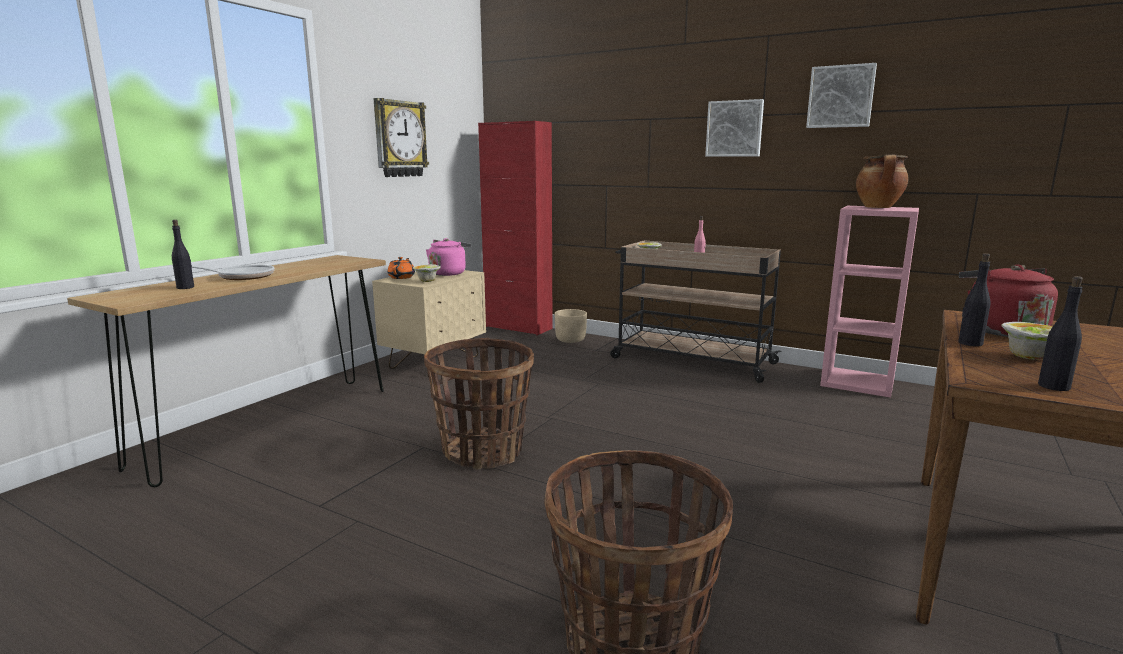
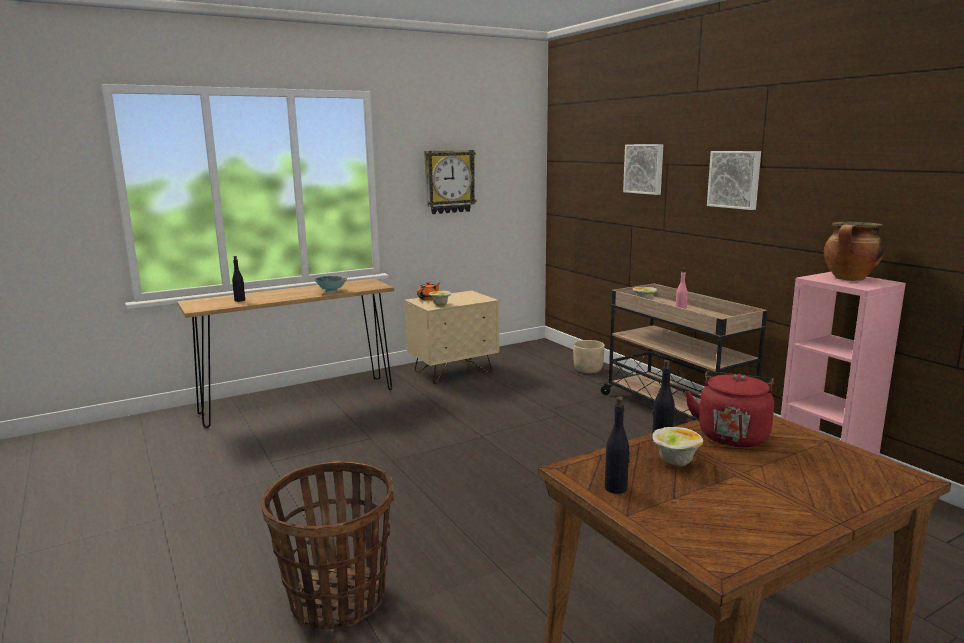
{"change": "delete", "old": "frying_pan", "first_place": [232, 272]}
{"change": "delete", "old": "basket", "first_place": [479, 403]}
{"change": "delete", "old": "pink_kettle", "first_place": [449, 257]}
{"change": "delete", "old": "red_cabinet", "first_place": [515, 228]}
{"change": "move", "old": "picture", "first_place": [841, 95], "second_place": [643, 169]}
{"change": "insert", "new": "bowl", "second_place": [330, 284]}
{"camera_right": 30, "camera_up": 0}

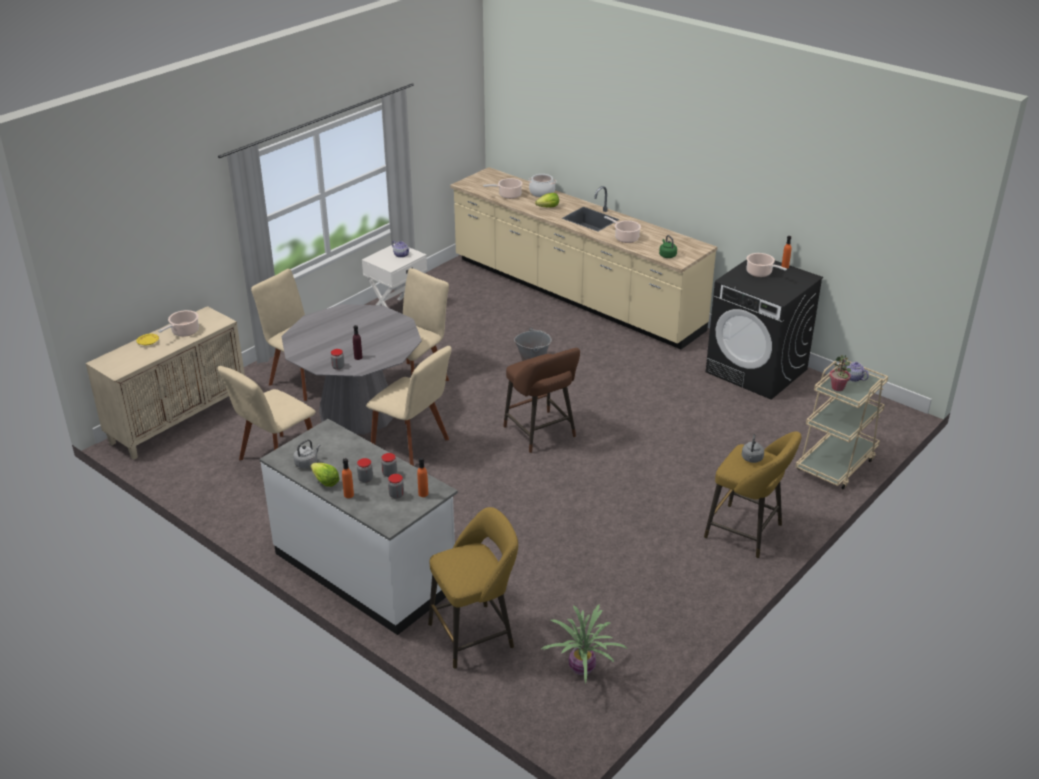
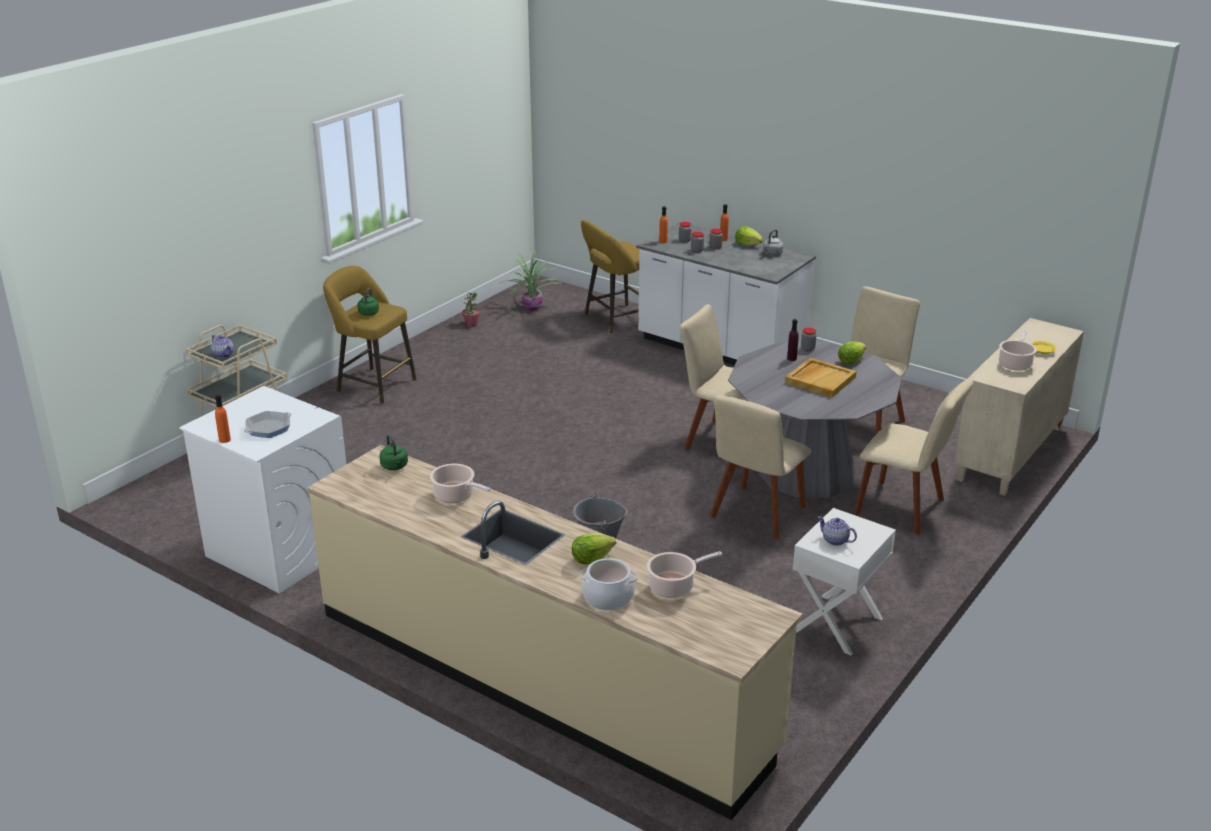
{"change": "delete", "old": "brown_stool", "first_place": [541, 400]}
{"change": "recolor", "old": "black_washing_machine", "new": "white_washing_machine", "first_place": [764, 329], "second_place": [263, 490]}
{"change": "recolor", "old": "grey_kettle", "new": "green_kettle", "first_place": [753, 448], "second_place": [368, 302]}
{"change": "replace", "old": "cooking_pot", "new": "frying_pan", "first_place": [766, 265], "second_place": [267, 424]}
{"change": "move", "old": "potted_plant", "first_place": [840, 373], "second_place": [471, 309]}
{"change": "insert", "new": "beige_tray", "second_place": [821, 377]}
{"change": "insert", "new": "lettuce", "second_place": [852, 353]}
{"camera_right": 175, "camera_up": -5}

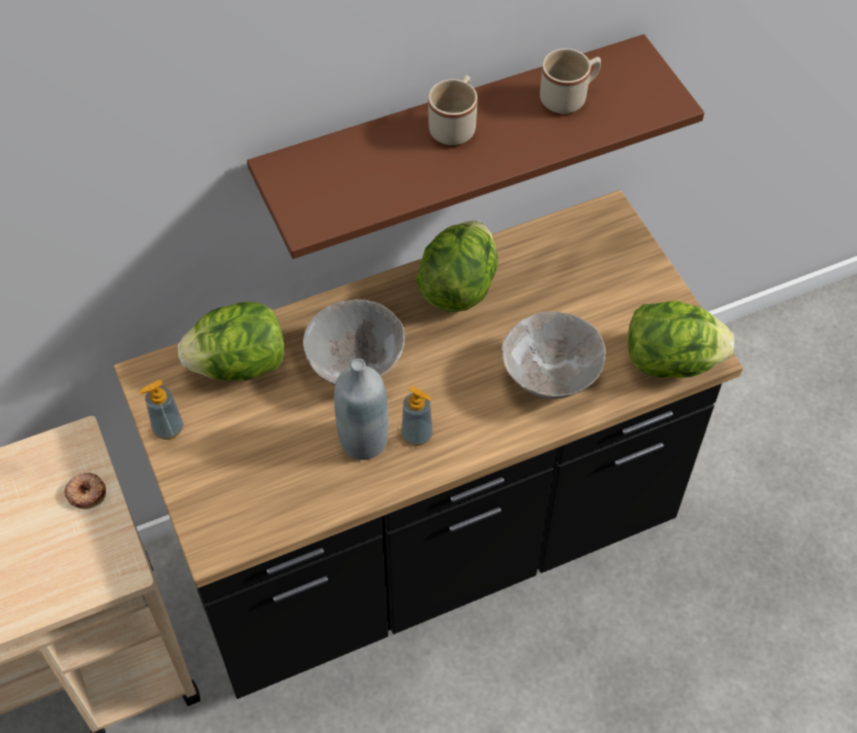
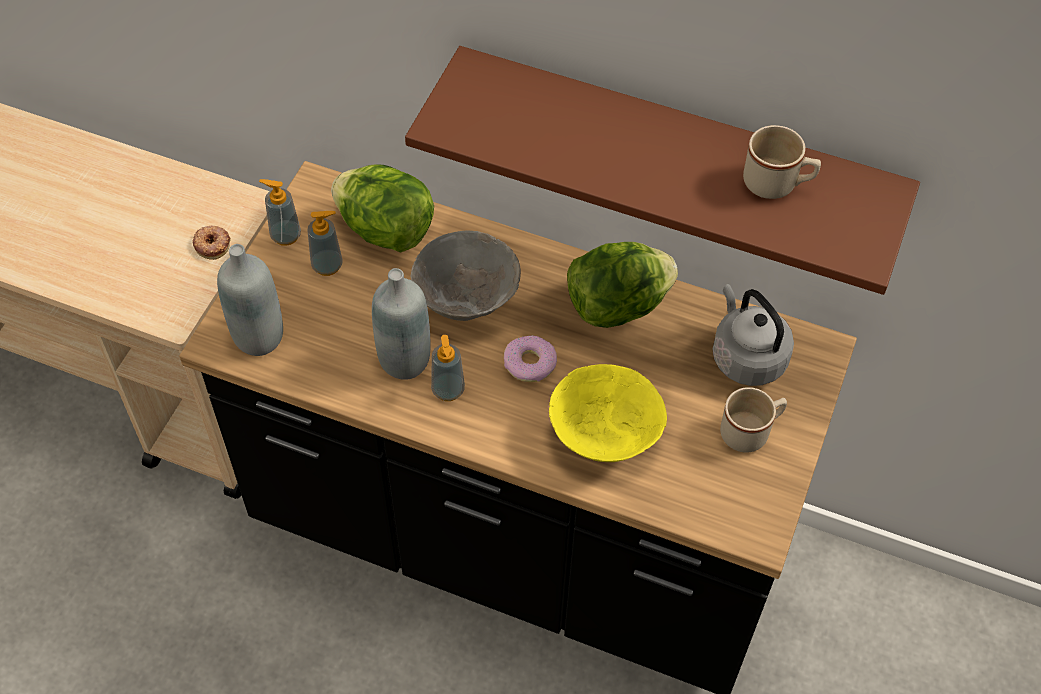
{"change": "move", "old": "beige_mug", "first_place": [452, 110], "second_place": [753, 420]}
{"change": "recolor", "old": "grey_bowl", "new": "yellow_bowl", "first_place": [553, 355], "second_place": [608, 413]}
{"change": "delete", "old": "lettuce", "first_place": [681, 339]}
{"change": "insert", "new": "grey_bottle", "second_place": [250, 300]}
{"change": "insert", "new": "soap_dispenser", "second_place": [325, 243]}
{"change": "insert", "new": "donut", "second_place": [530, 358]}
{"change": "insert", "new": "grey_kettle", "second_place": [753, 335]}
{"camera_right": 45, "camera_up": 0}

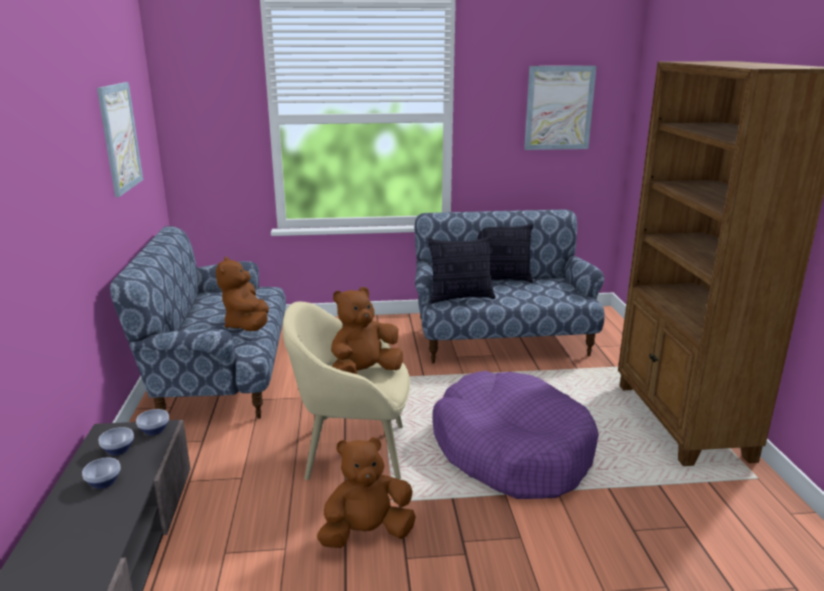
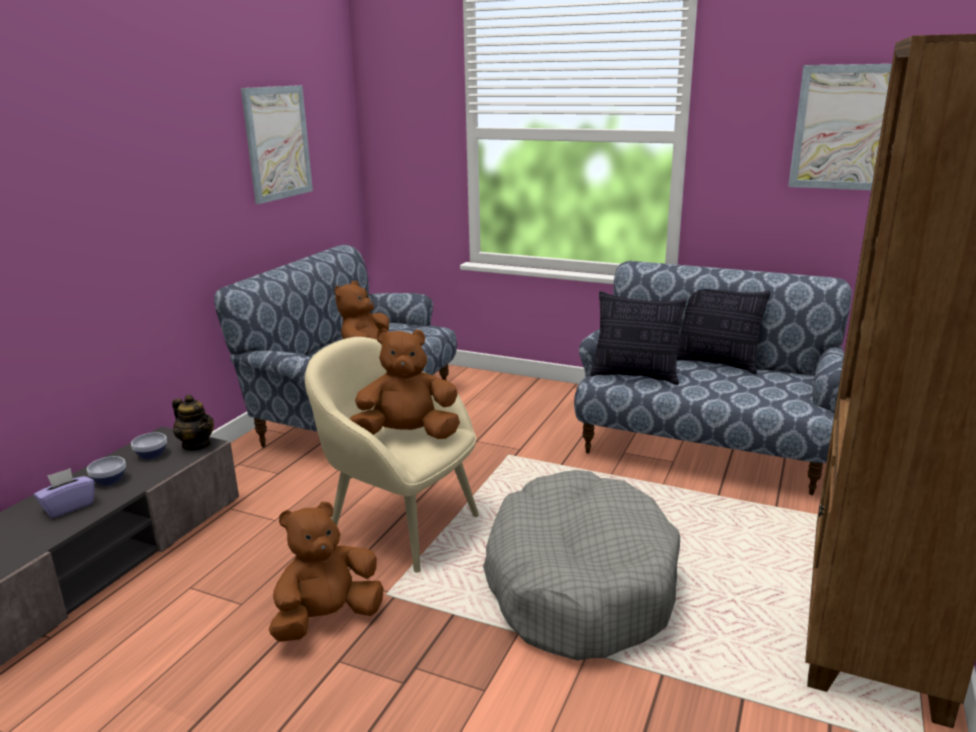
{"change": "replace", "old": "bowl", "new": "teapot", "first_place": [152, 422], "second_place": [193, 422]}
{"change": "rotate", "old": "brown_plush_toy", "first_place": [366, 492], "second_place": [326, 572], "degrees": -45}
{"change": "recolor", "old": "purple_dog_bed", "new": "grey_dog_bed", "first_place": [516, 435], "second_place": [581, 565]}
{"change": "insert", "new": "purple_tissue_box", "second_place": [64, 493]}
{"camera_right": 30, "camera_up": 0}

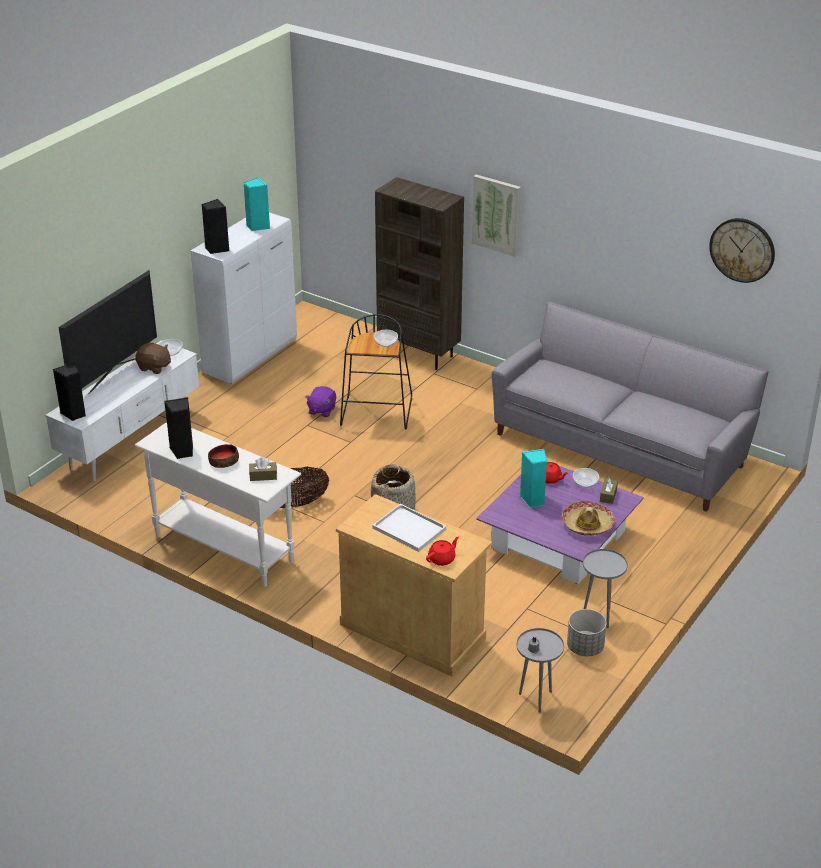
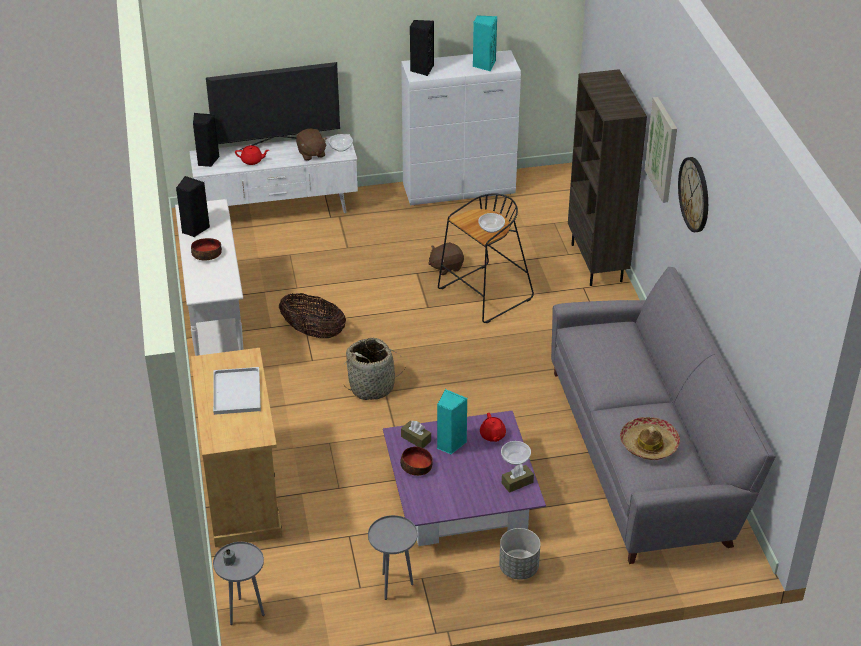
{"change": "move", "old": "brown_tissue_box", "first_place": [263, 469], "second_place": [416, 434]}
{"change": "recolor", "old": "purple_plush_toy", "new": "brown_plush_toy", "first_place": [320, 401], "second_place": [446, 258]}
{"change": "move", "old": "red_teapot", "first_place": [442, 551], "second_place": [252, 155]}
{"change": "move", "old": "hat", "first_place": [588, 518], "second_place": [650, 438]}
{"change": "move", "old": "grey_planter", "first_place": [587, 632], "second_place": [520, 554]}
{"change": "move", "old": "wall_clock", "first_place": [742, 250], "second_place": [693, 194]}
{"change": "insert", "new": "bowl", "second_place": [416, 461]}
{"camera_right": 45, "camera_up": 5}

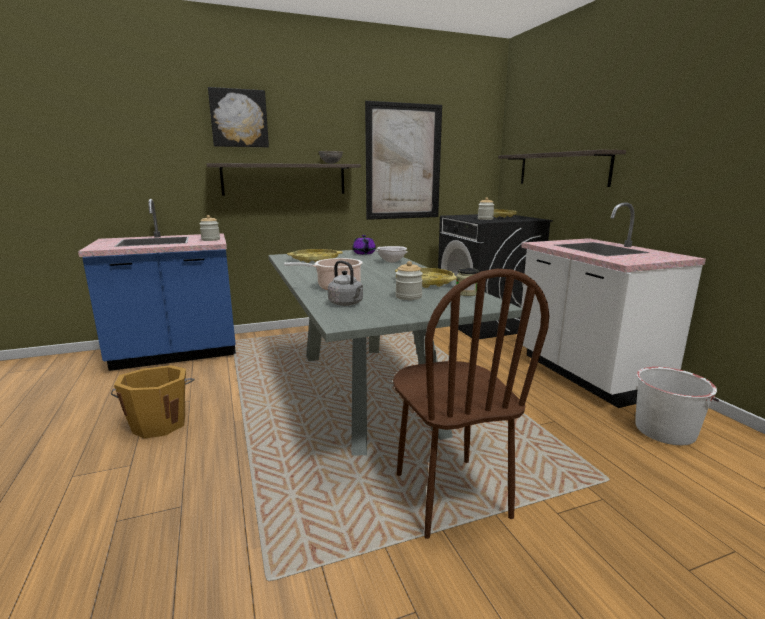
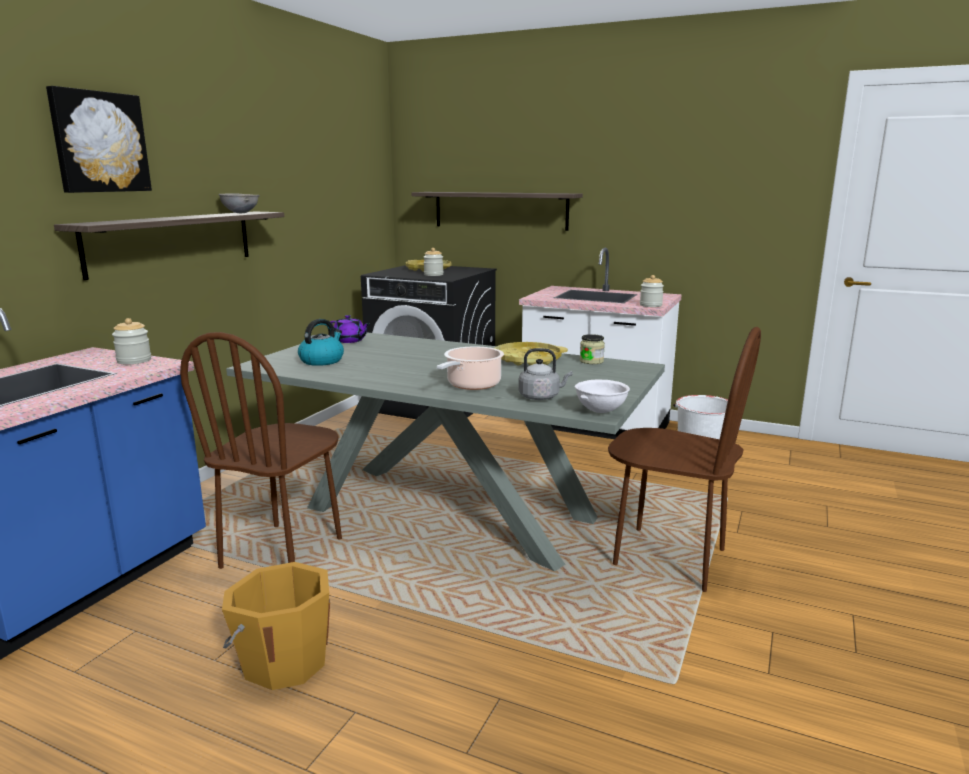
{"change": "replace", "old": "yellow_tray", "new": "kettle", "first_place": [315, 256], "second_place": [321, 342]}
{"change": "delete", "old": "picture", "first_place": [403, 160]}
{"change": "move", "old": "white_bowl", "first_place": [392, 254], "second_place": [602, 396]}
{"change": "move", "old": "jar", "first_place": [409, 280], "second_place": [652, 291]}
{"change": "insert", "new": "brown_chair", "second_place": [261, 450]}
{"camera_right": -45, "camera_up": 0}

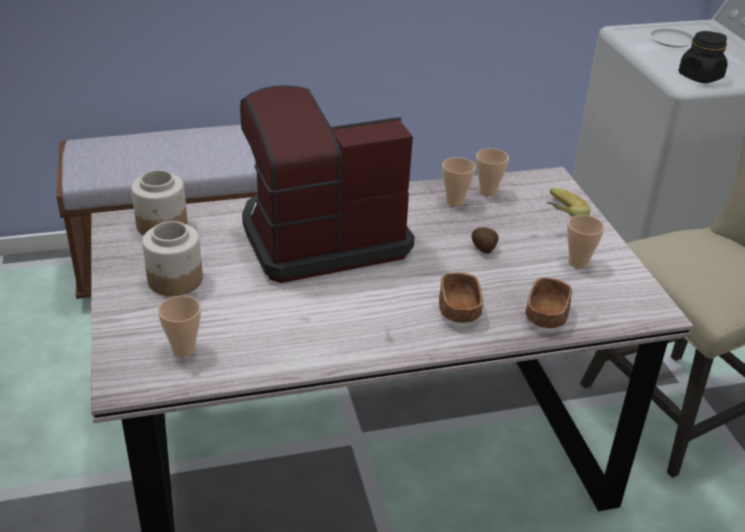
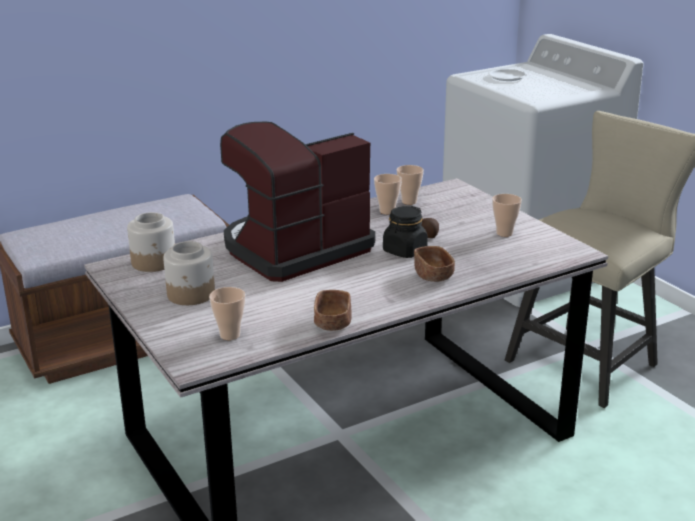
{"change": "move", "old": "brown_bowl", "first_place": [548, 302], "second_place": [333, 310]}
{"change": "delete", "old": "banana", "first_place": [569, 202]}
{"change": "move", "old": "black_jar", "first_place": [703, 57], "second_place": [405, 232]}
{"camera_right": -15, "camera_up": -10}

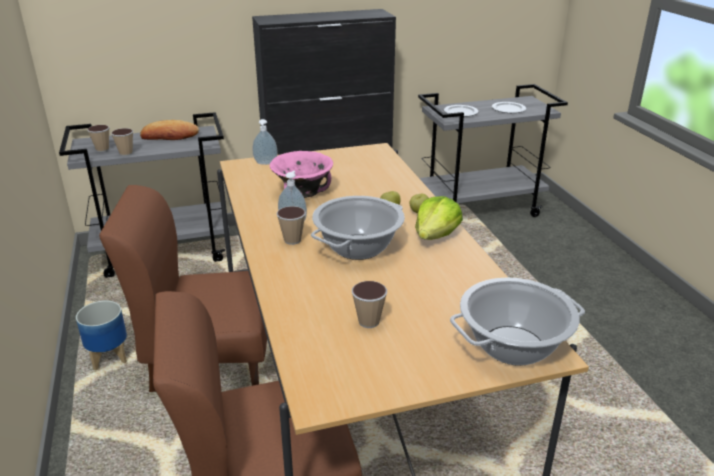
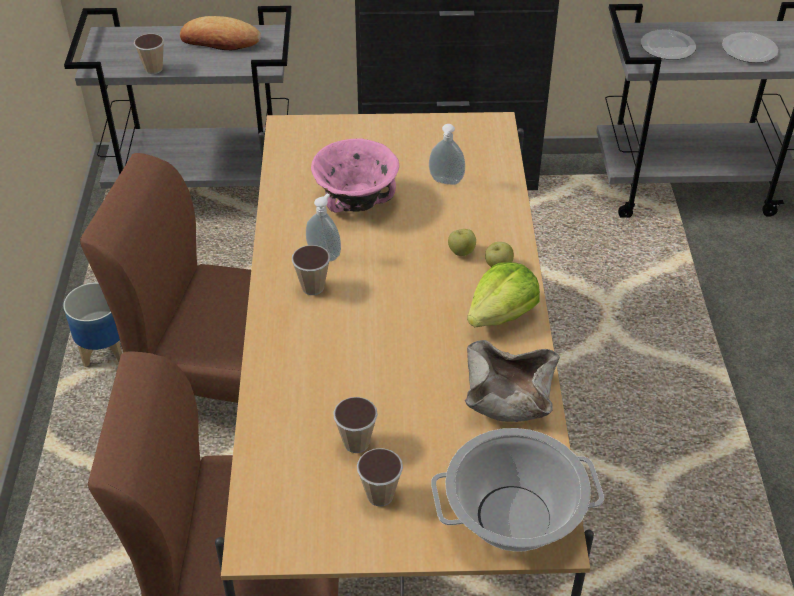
{"change": "move", "old": "cup", "first_place": [98, 138], "second_place": [380, 477]}
{"change": "move", "old": "soap_dispenser", "first_place": [265, 142], "second_place": [447, 154]}
{"change": "delete", "old": "cooking_pot", "first_place": [358, 228]}
{"change": "insert", "new": "beige_bowl", "second_place": [512, 381]}
{"camera_right": 15, "camera_up": 15}

